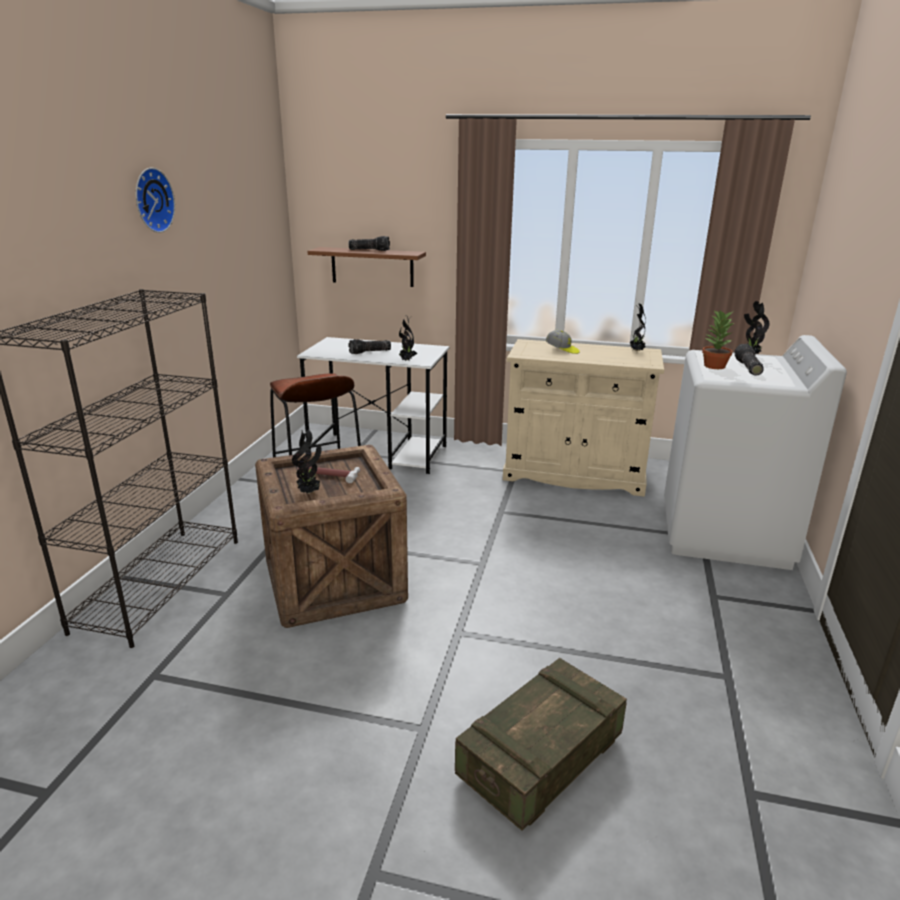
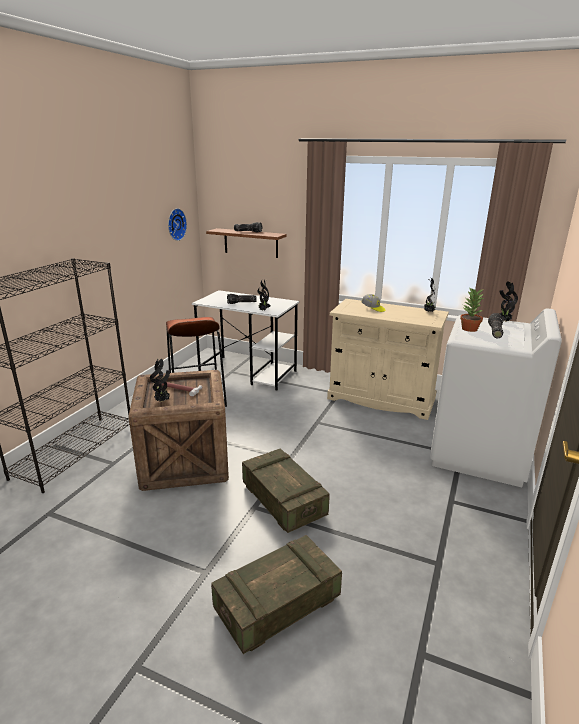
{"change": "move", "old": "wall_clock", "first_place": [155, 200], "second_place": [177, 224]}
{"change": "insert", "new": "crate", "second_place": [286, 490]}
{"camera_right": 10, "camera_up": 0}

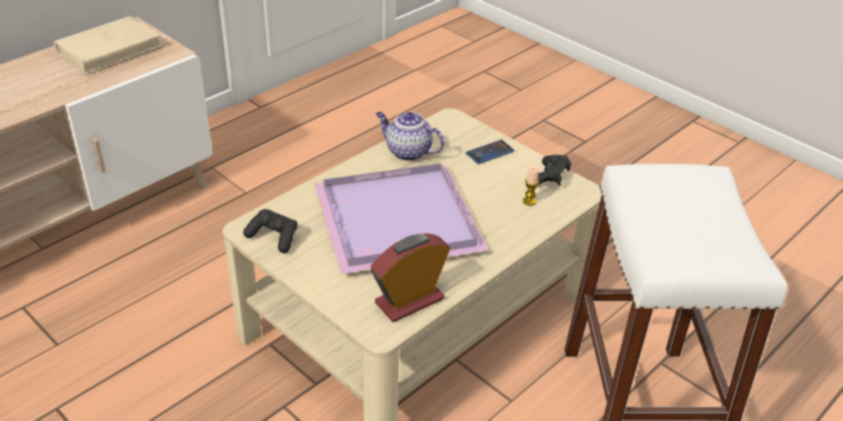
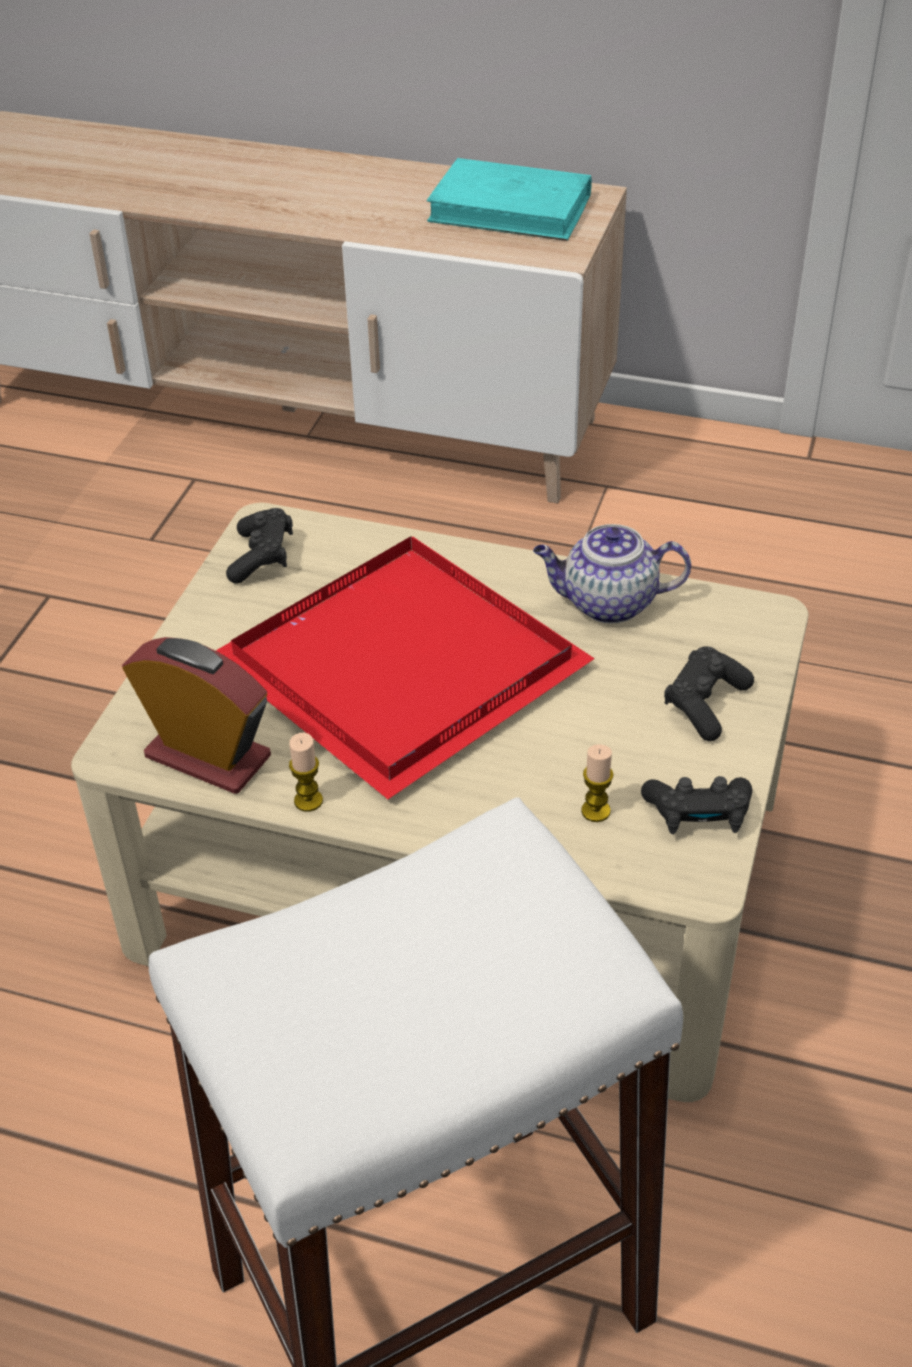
{"change": "recolor", "old": "beige_book", "new": "turquoise_book", "first_place": [109, 45], "second_place": [509, 199]}
{"change": "recolor", "old": "purple_tray", "new": "red_tray", "first_place": [401, 219], "second_place": [405, 667]}
{"change": "rotate", "old": "teapot", "first_place": [410, 136], "second_place": [612, 573], "degrees": -90}
{"change": "replace", "old": "phone", "new": "black_game_controller", "first_place": [490, 152], "second_place": [709, 693]}
{"change": "insert", "new": "candle", "second_place": [306, 772]}
{"camera_right": 65, "camera_up": 5}

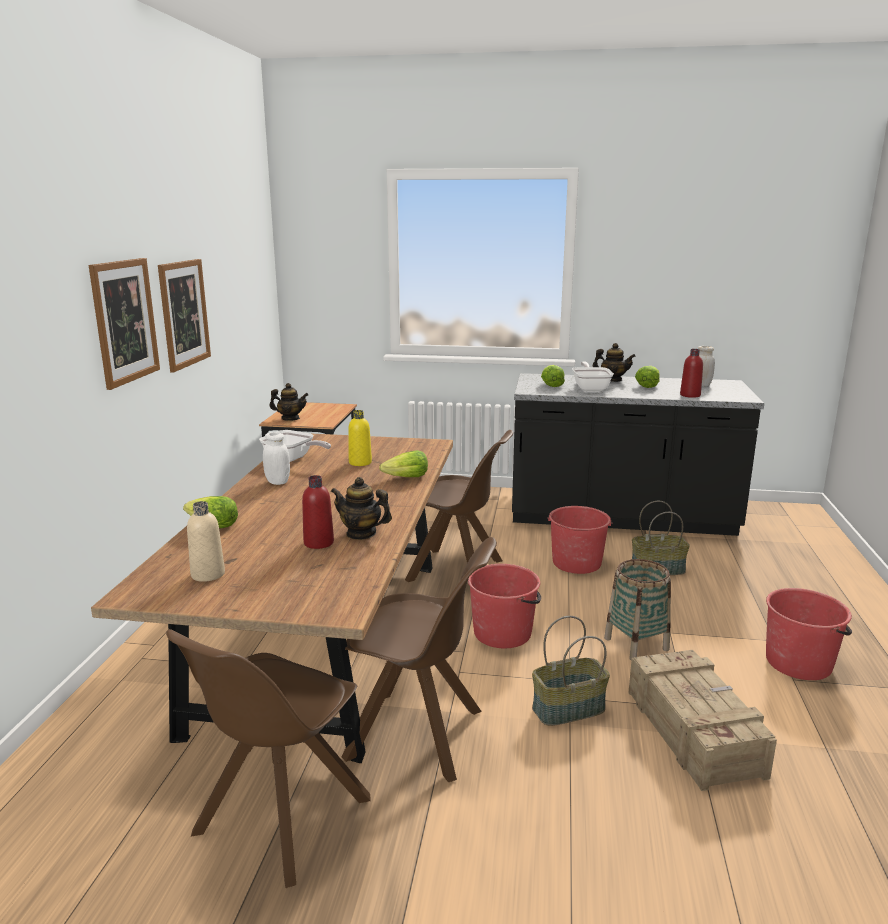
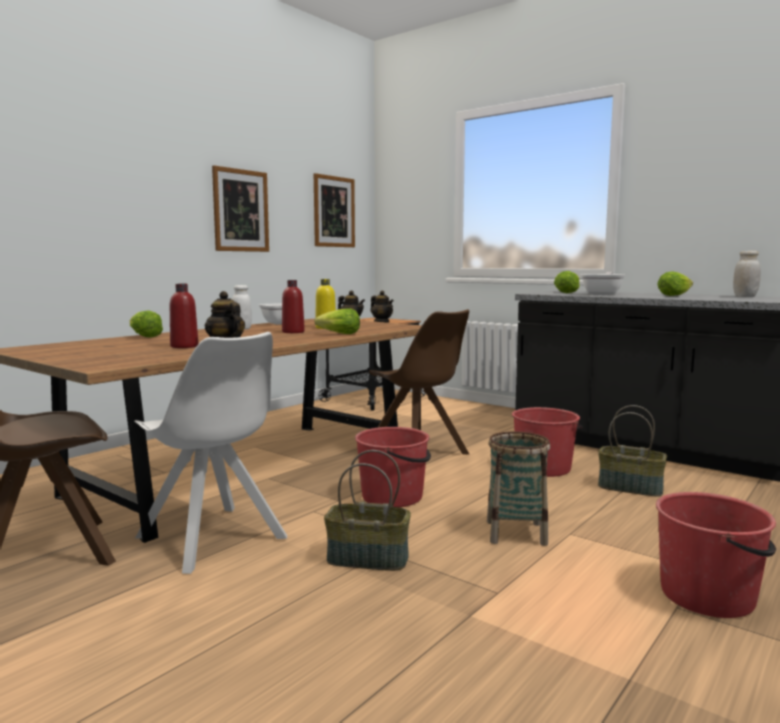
{"change": "move", "old": "picture", "first_place": [124, 324], "second_place": [334, 210]}
{"change": "delete", "old": "beige_bottle", "first_place": [206, 541]}
{"change": "recolor", "old": "brown_chair", "new": "white_chair", "first_place": [419, 659], "second_place": [210, 453]}
{"change": "move", "old": "teapot", "first_place": [614, 362], "second_place": [382, 306]}
{"change": "delete", "old": "crate", "first_place": [702, 720]}
{"change": "move", "old": "red_bottle", "first_place": [691, 373], "second_place": [293, 306]}
{"camera_right": 30, "camera_up": -10}

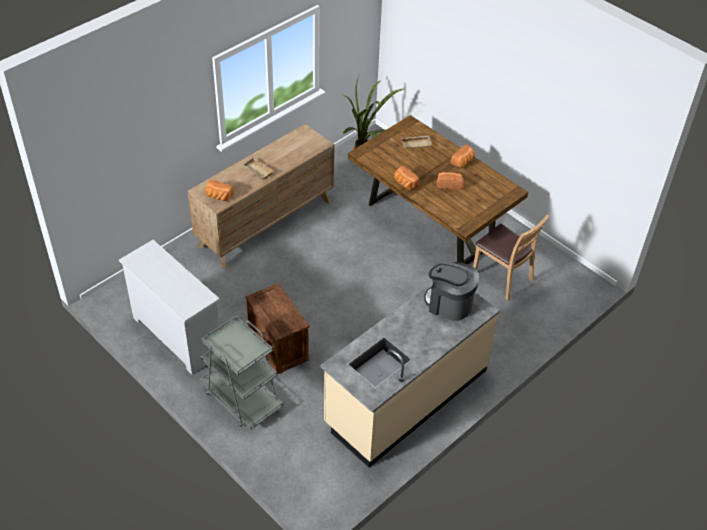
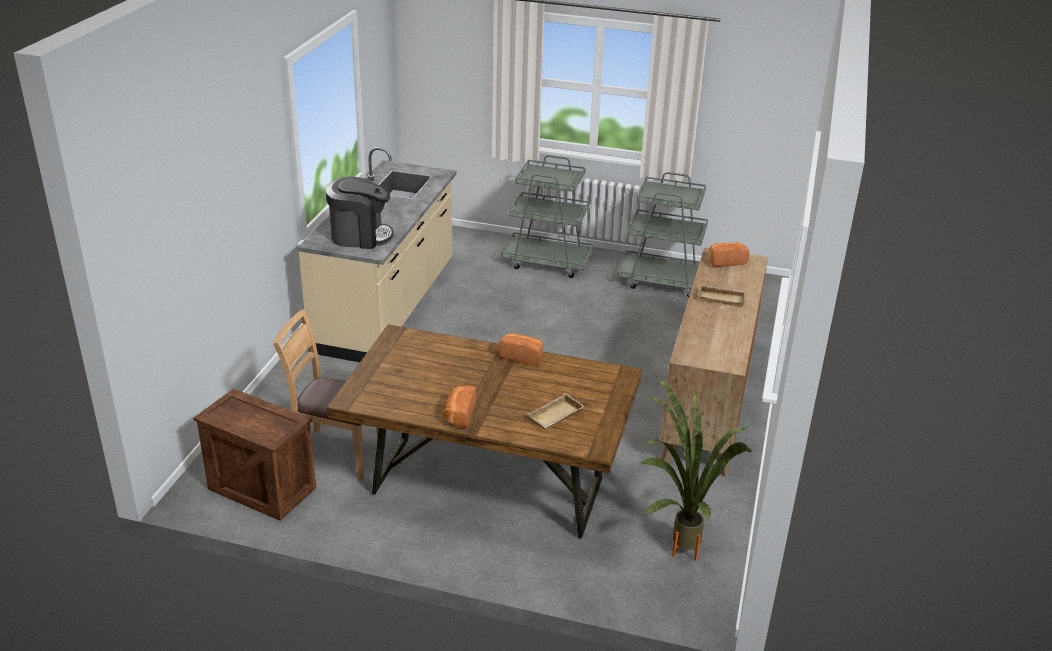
{"change": "replace", "old": "white_dresser", "new": "grey_cart", "first_place": [169, 307], "second_place": [662, 234]}
{"change": "move", "old": "crate", "first_place": [277, 328], "second_place": [254, 455]}
{"change": "delete", "old": "bread", "first_place": [450, 181]}
{"camera_right": 150, "camera_up": -15}

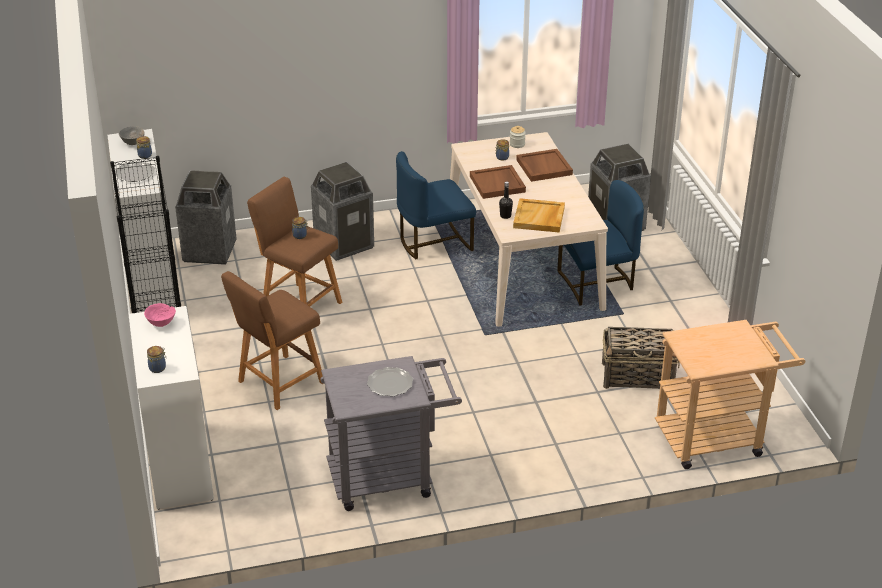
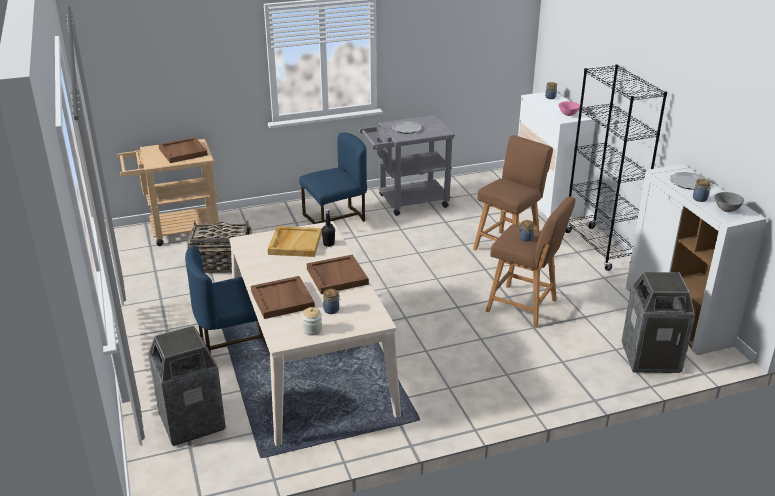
{"change": "delete", "old": "trash_can", "first_place": [342, 211]}
{"change": "move", "old": "blue_chair", "first_place": [436, 205], "second_place": [333, 178]}
{"change": "insert", "new": "brown_tray", "second_place": [183, 150]}
{"camera_right": 175, "camera_up": -5}

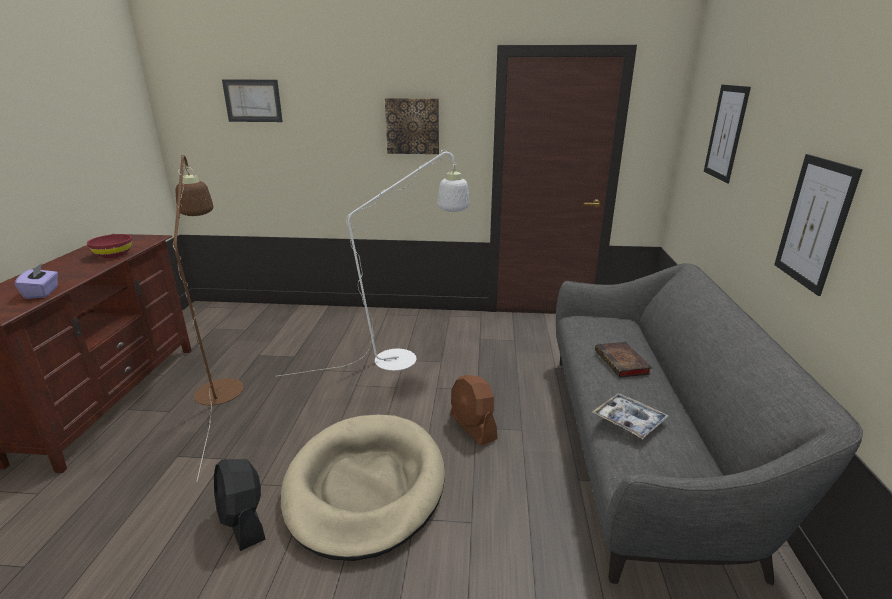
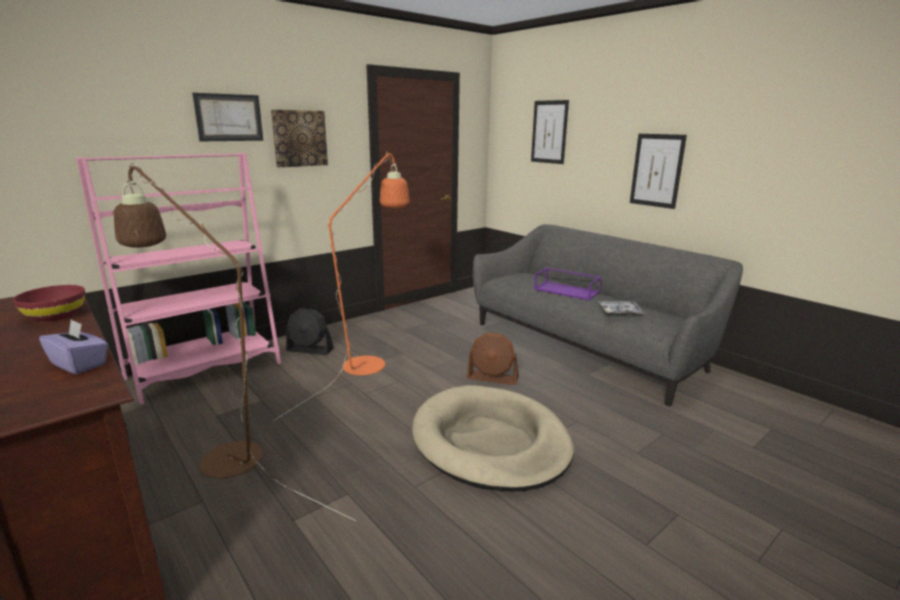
{"change": "move", "old": "black_fan", "first_place": [240, 505], "second_place": [310, 331]}
{"change": "move", "old": "picture", "first_place": [252, 101], "second_place": [227, 117]}
{"change": "recolor", "old": "white_floor_lamp", "new": "orange_floor_lamp", "first_place": [374, 263], "second_place": [341, 286]}
{"change": "replace", "old": "book", "new": "purple_tray", "first_place": [623, 360], "second_place": [567, 284]}
{"change": "insert", "new": "pink_bookcase", "second_place": [178, 279]}
{"camera_right": -45, "camera_up": -5}

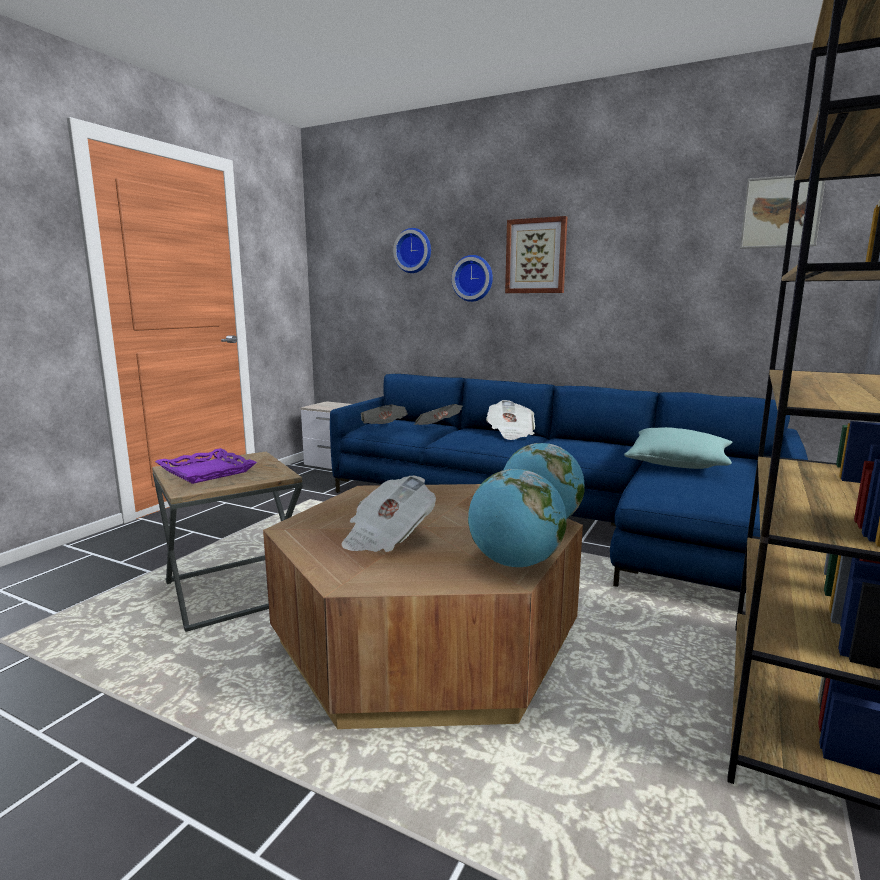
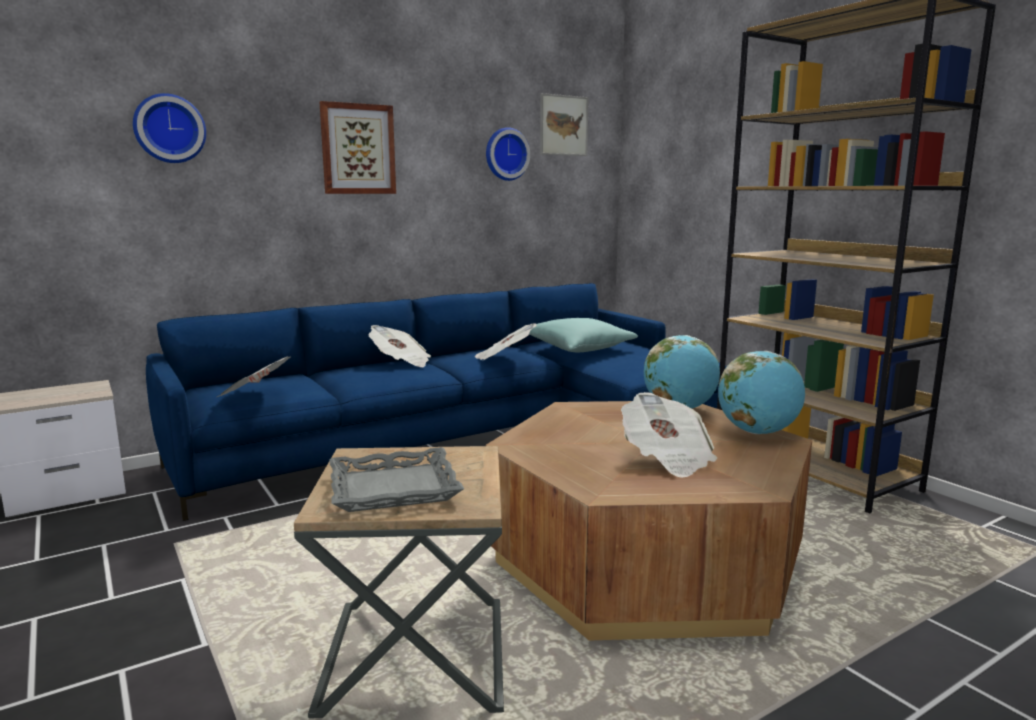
{"change": "recolor", "old": "purple_tray", "new": "grey_tray", "first_place": [206, 466], "second_place": [396, 479]}
{"change": "move", "old": "newspaper", "first_place": [438, 414], "second_place": [506, 341]}
{"change": "move", "old": "wall_clock", "first_place": [472, 278], "second_place": [508, 154]}
{"camera_right": -60, "camera_up": 0}

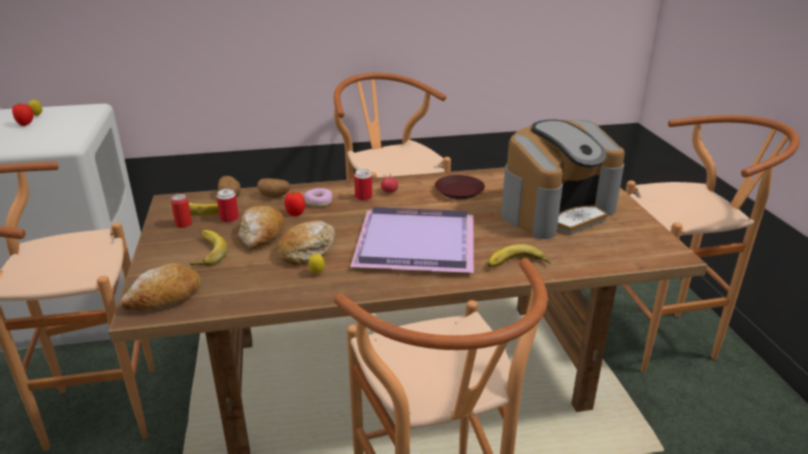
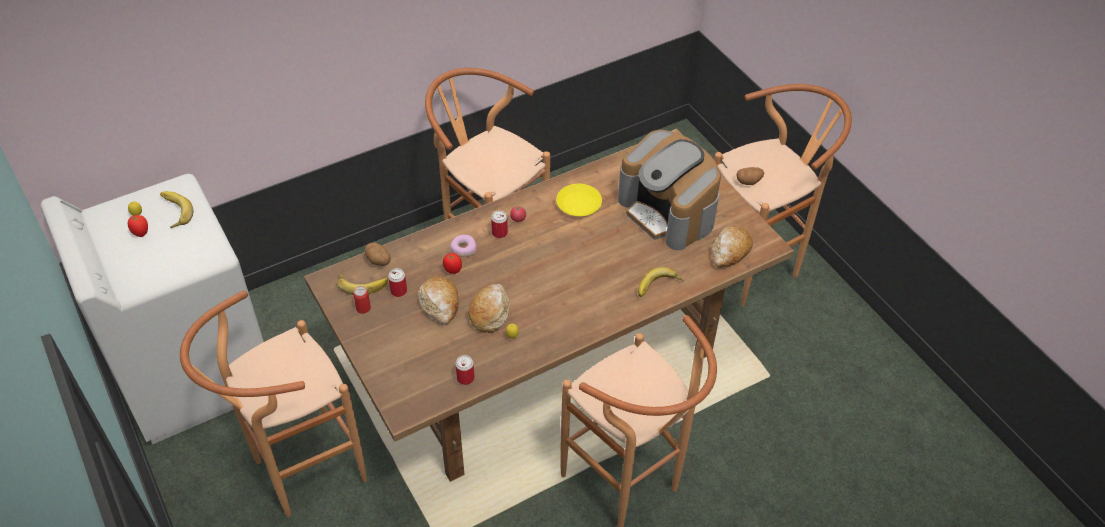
{"change": "move", "old": "bread", "first_place": [160, 286], "second_place": [732, 247]}
{"change": "move", "old": "banana", "first_place": [209, 248], "second_place": [176, 209]}
{"change": "move", "old": "potato", "first_place": [273, 188], "second_place": [750, 176]}
{"change": "delete", "old": "purple_tray", "first_place": [412, 240]}
{"change": "recolor", "old": "brown_plate", "new": "yellow_plate", "first_place": [460, 187], "second_place": [579, 200]}
{"change": "rotate", "old": "coffee_machine", "first_place": [563, 179], "second_place": [669, 190], "degrees": 105}
{"change": "insert", "new": "can", "second_place": [465, 370]}
{"camera_right": -20, "camera_up": 20}

